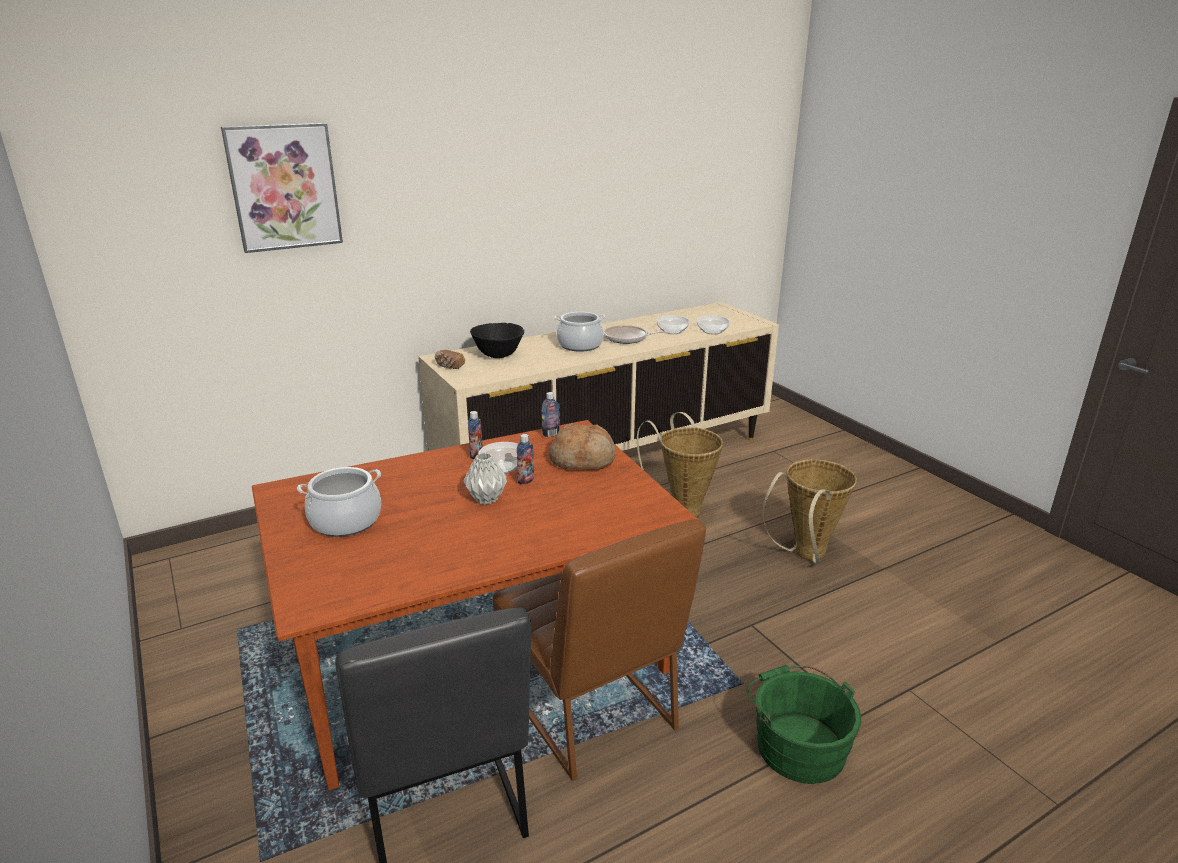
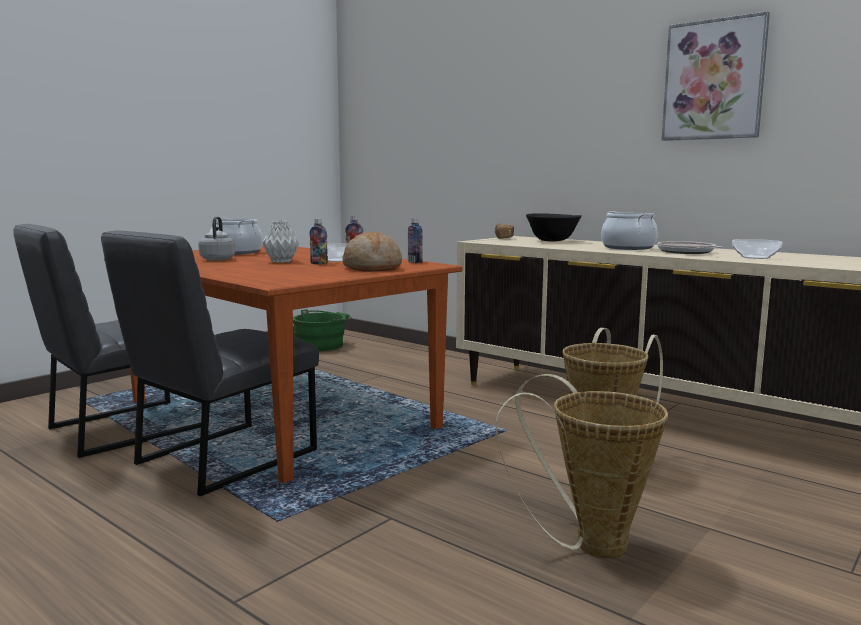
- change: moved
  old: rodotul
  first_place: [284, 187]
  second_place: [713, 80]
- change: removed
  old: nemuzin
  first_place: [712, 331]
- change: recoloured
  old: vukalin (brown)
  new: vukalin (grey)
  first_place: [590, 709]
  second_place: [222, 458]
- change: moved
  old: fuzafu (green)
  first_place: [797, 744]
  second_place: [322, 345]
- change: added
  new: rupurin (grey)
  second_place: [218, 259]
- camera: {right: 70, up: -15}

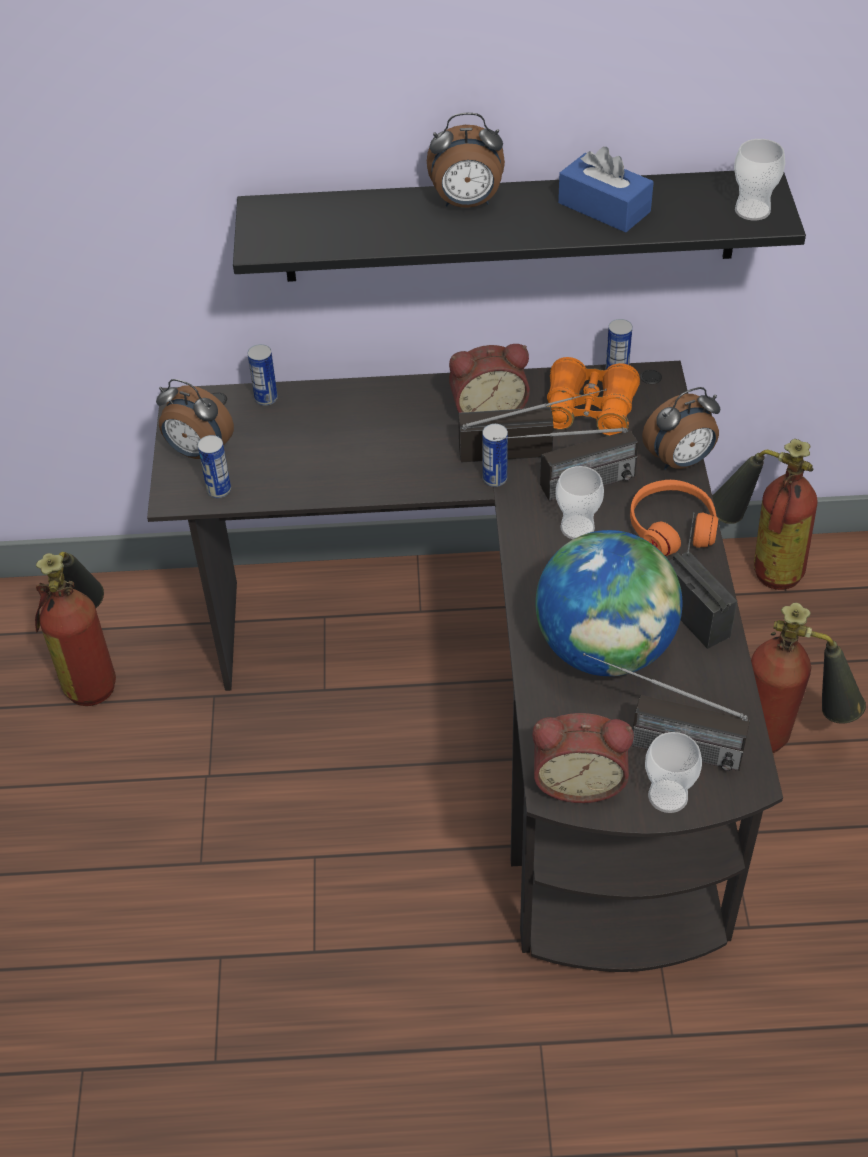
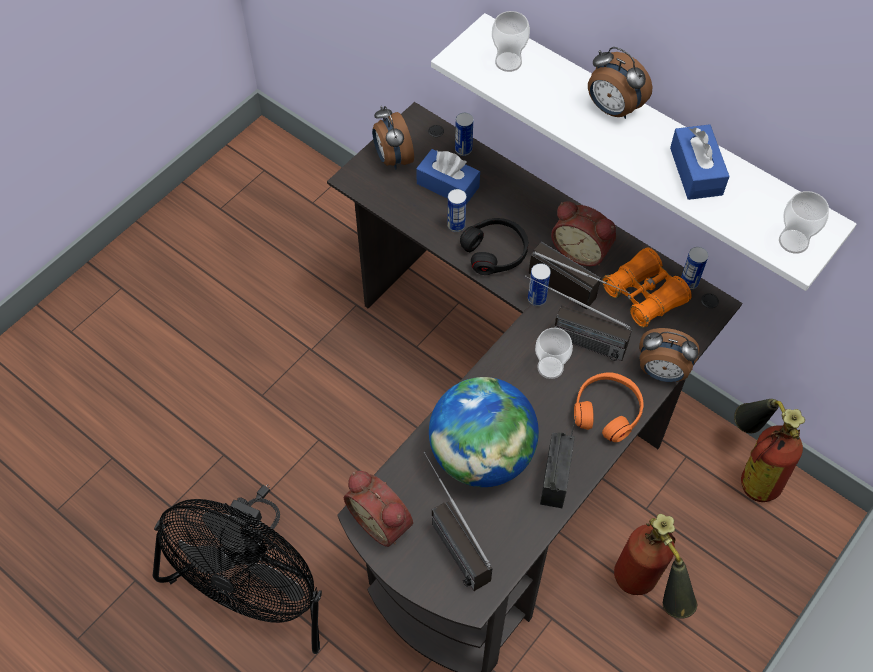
- change: recoloured
  old: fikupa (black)
  new: fikupa (white)
  first_place: [510, 225]
  second_place: [652, 139]
- change: moved
  old: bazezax
  first_place: [219, 490]
  second_place: [456, 225]
- change: removed
  old: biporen
  first_place: [93, 670]
- change: moved
  old: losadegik
  first_place: [668, 796]
  second_place: [508, 62]
- change: added
  new: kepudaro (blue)
  second_place: [448, 185]
- change: added
  new: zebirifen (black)
  second_place: [495, 251]
- change: added
  new: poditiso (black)
  second_place: [254, 580]
- camera: {right: 40, up: 10}

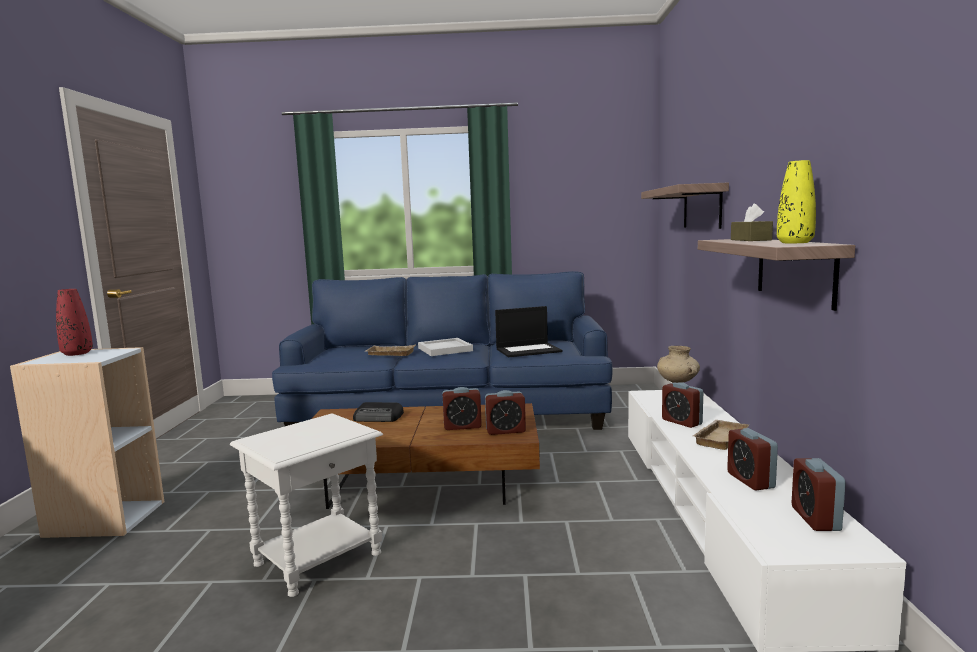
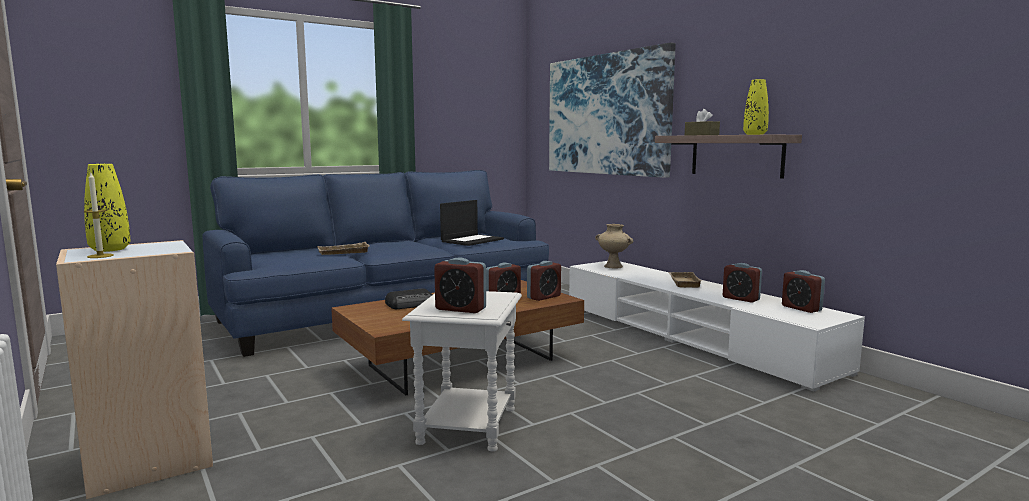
- change: replaced
  old: fikupa
  new: rodotul
  first_place: [702, 207]
  second_place: [606, 114]
- change: recoloured
  old: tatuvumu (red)
  new: tatuvumu (yellow)
  first_place: [77, 353]
  second_place: [110, 249]
- change: removed
  old: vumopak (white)
  first_place: [444, 349]
- change: moved
  old: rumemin
  first_place: [681, 422]
  second_place: [460, 309]
- change: added
  new: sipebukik
  second_place: [100, 256]
- camera: {right: -35, up: 0}

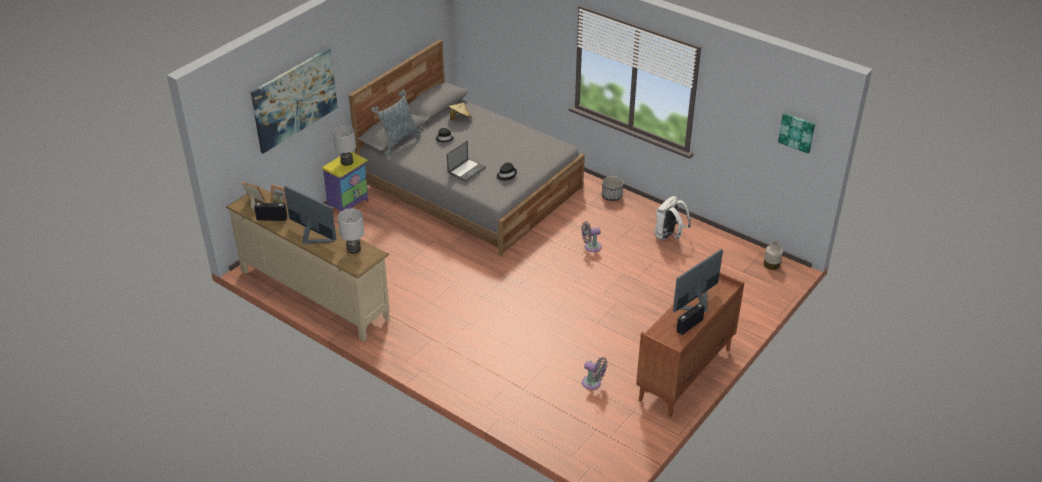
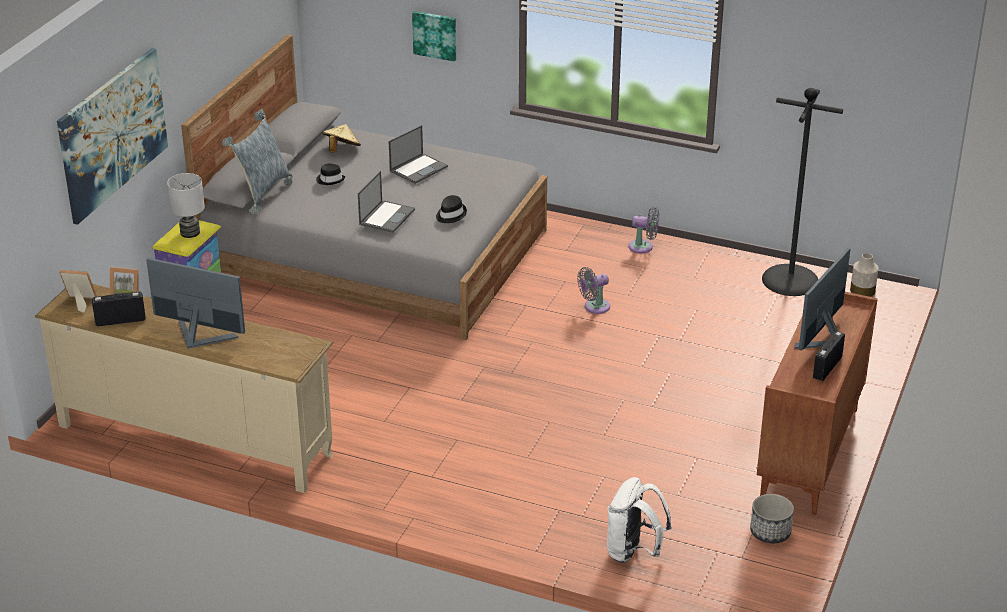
- change: moved
  old: rodotul
  first_place: [797, 132]
  second_place: [435, 35]
- change: moved
  old: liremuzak
  first_place: [612, 196]
  second_place: [770, 532]
- change: moved
  old: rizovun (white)
  first_place: [669, 236]
  second_place: [633, 552]
- change: removed
  old: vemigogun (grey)
  first_place: [354, 249]
- change: moved
  old: poditiso (grey)
  first_place: [593, 383]
  second_place: [643, 247]
- change: added
  new: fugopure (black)
  second_place: [790, 280]
- change: added
  new: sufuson
  second_place: [419, 169]
- camera: {right: -15, up: -5}

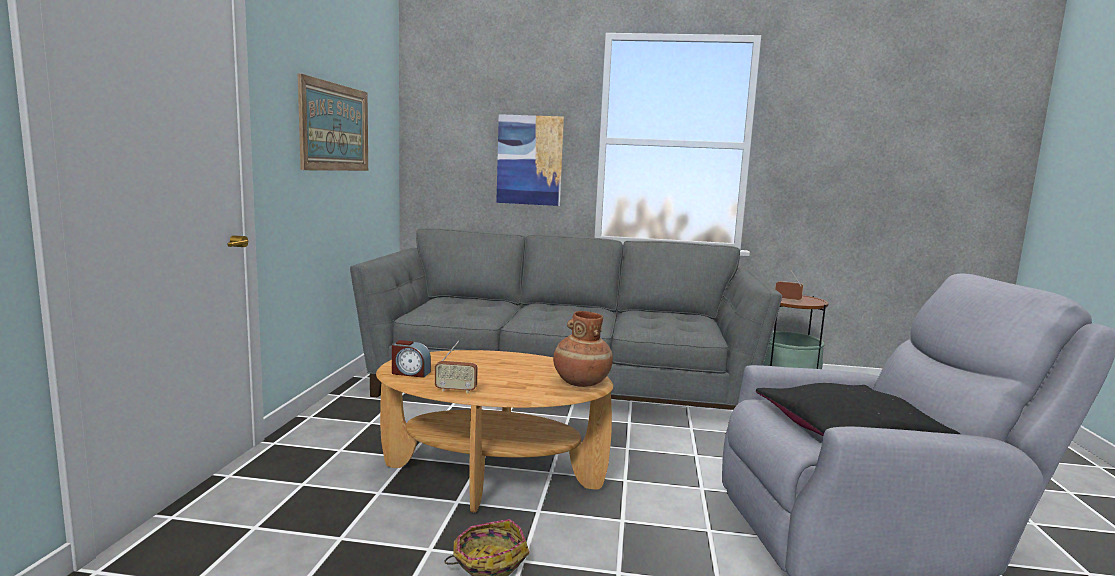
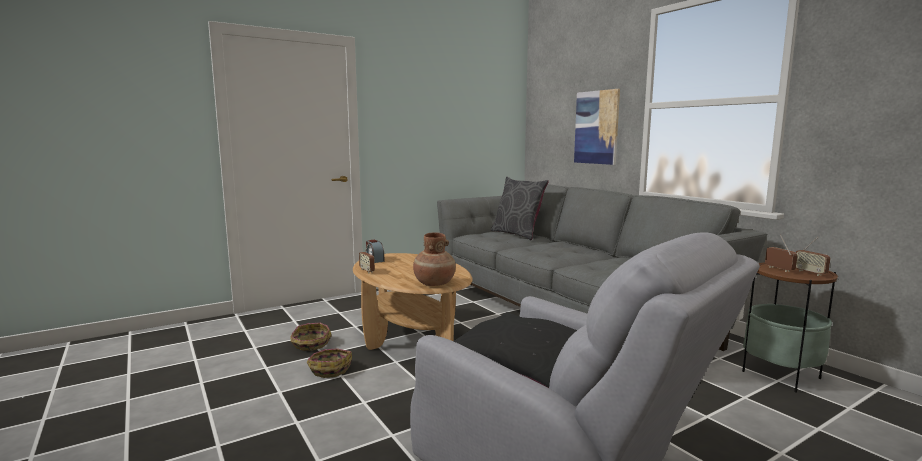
- change: removed
  old: rodotul
  first_place: [335, 127]
- change: added
  new: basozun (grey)
  second_place: [517, 234]
- change: added
  new: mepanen
  second_place: [810, 273]
- change: added
  new: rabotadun
  second_place: [311, 344]
- camera: {right: 50, up: 0}

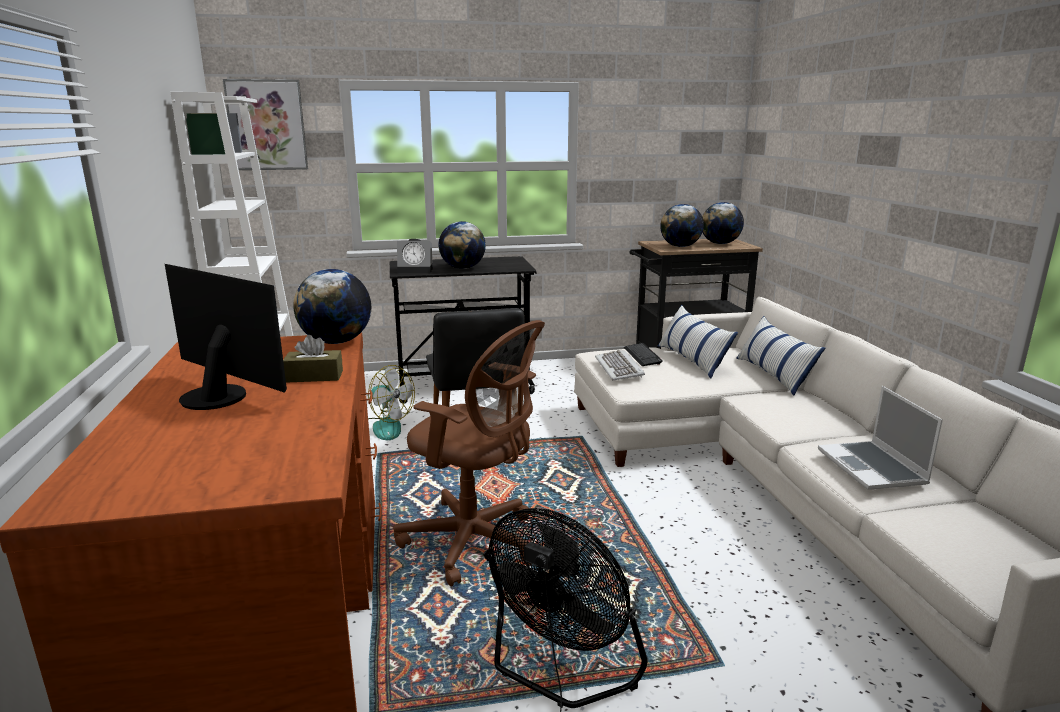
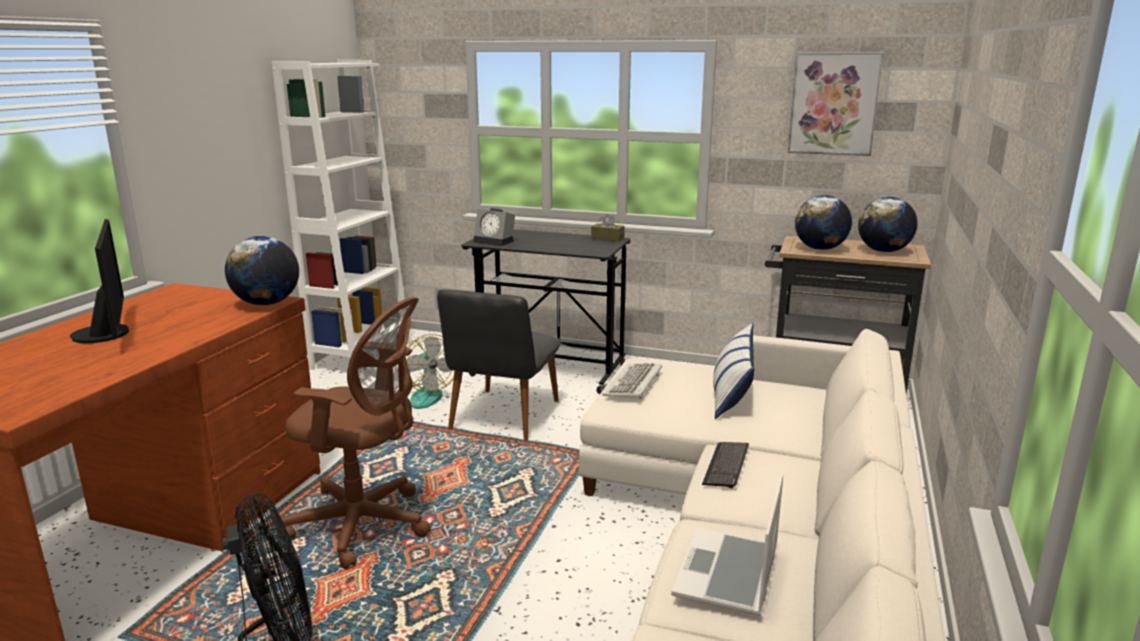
- change: moved
  old: rodotul
  first_place: [267, 125]
  second_place: [834, 104]
- change: removed
  old: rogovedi
  first_place: [463, 268]
- change: removed
  old: basozun
  first_place: [773, 375]
- change: turned
  old: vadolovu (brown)
  first_place: [475, 543]
  second_place: [364, 525]
  degrees: -45
- change: moved
  old: kepudaro (brown)
  first_place: [314, 376]
  second_place: [607, 238]
- change: moved
  old: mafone
  first_place: [642, 356]
  second_place: [726, 465]
- camera: {right: 30, up: 0}

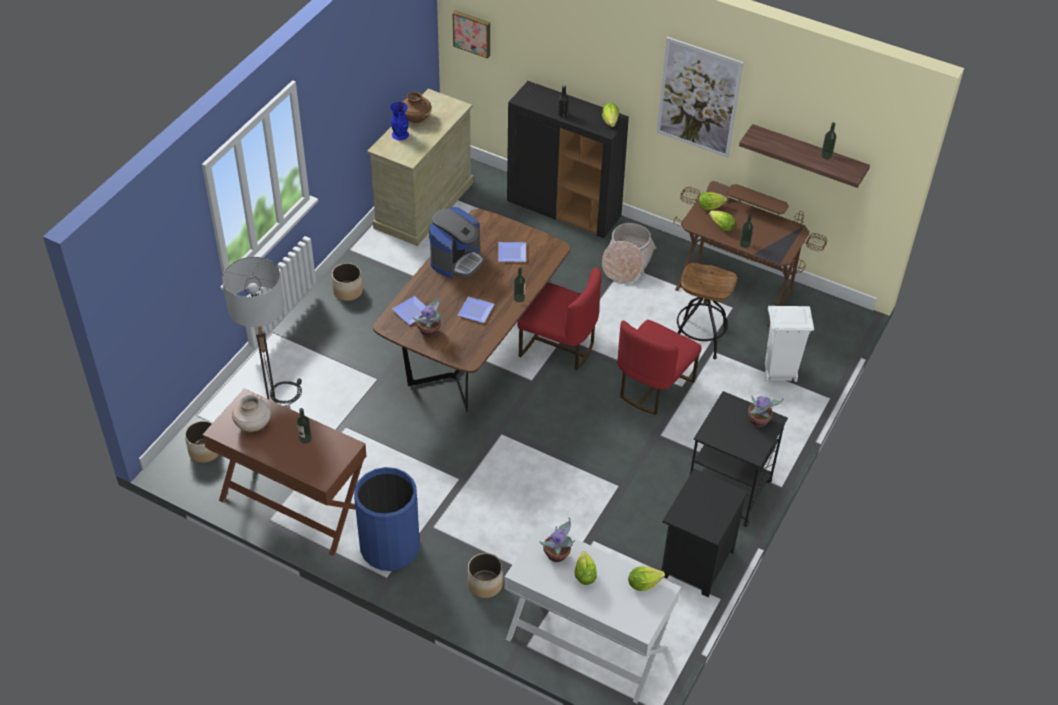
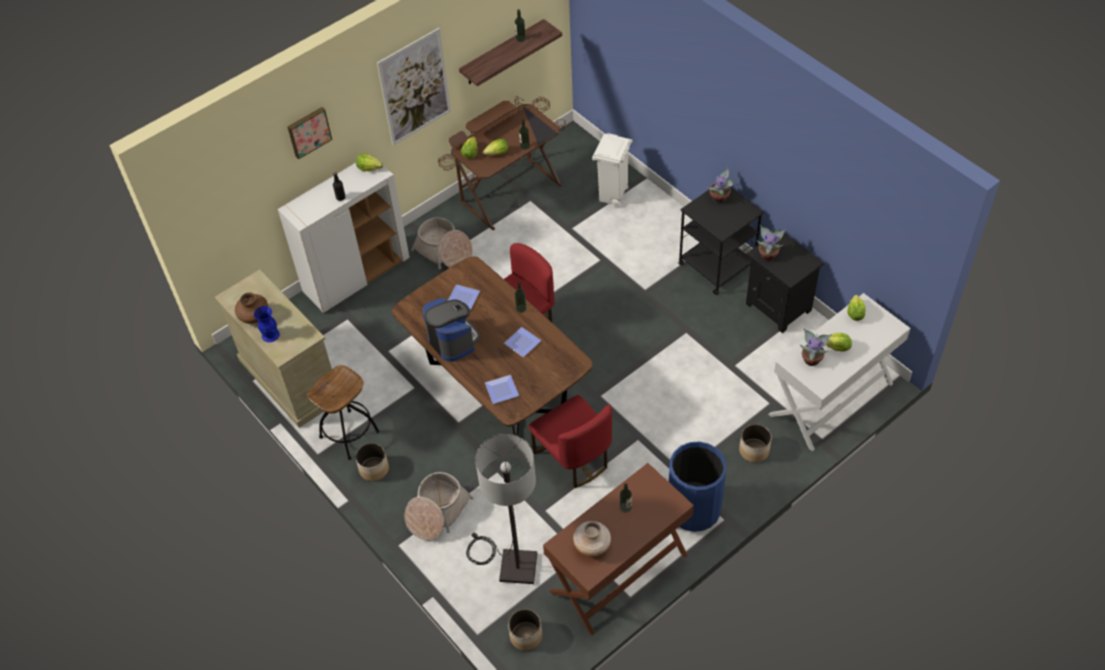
- change: moved
  old: rodotul
  first_place: [472, 33]
  second_place: [308, 131]
- change: recoloured
  old: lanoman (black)
  new: lanoman (white)
  first_place: [564, 210]
  second_place: [357, 275]
- change: moved
  old: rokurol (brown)
  first_place: [699, 338]
  second_place: [349, 434]
- change: moved
  old: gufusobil
  first_place: [430, 331]
  second_place: [768, 254]
- change: moved
  old: vukalin (red)
  first_place: [653, 387]
  second_place: [573, 458]
- change: added
  new: rabotadun
  second_place: [437, 512]
- camera: {right: -65, up: 5}

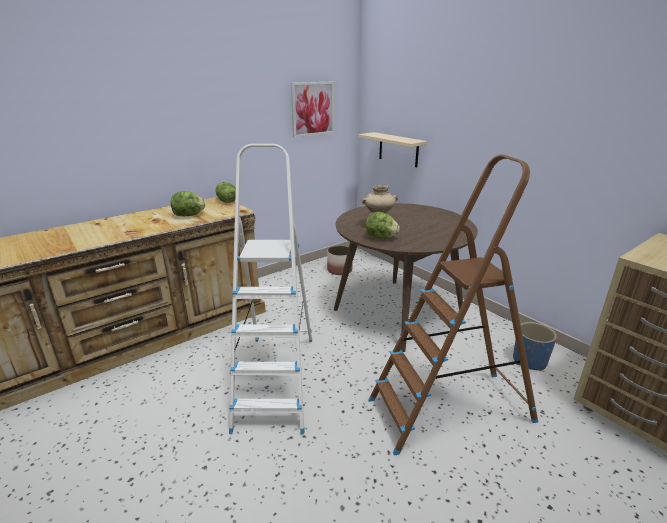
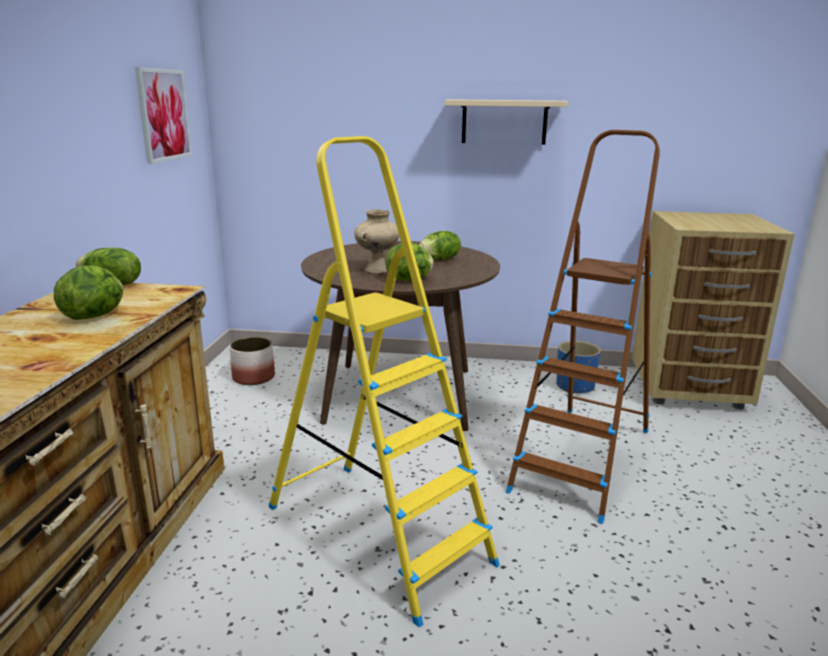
- change: moved
  old: fikupa (beige)
  first_place: [398, 149]
  second_place: [504, 122]
- change: recoloured
  old: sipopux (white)
  new: sipopux (yellow)
  first_place: [276, 380]
  second_place: [378, 534]
- change: added
  new: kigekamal
  second_place: [439, 260]
- camera: {right: -45, up: -5}

